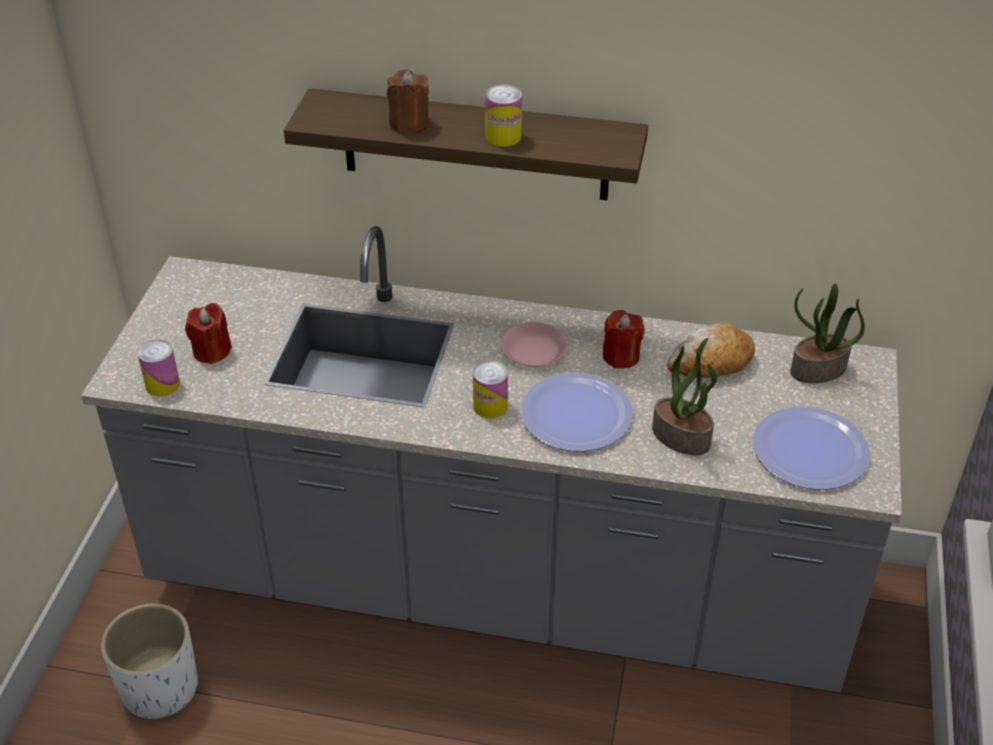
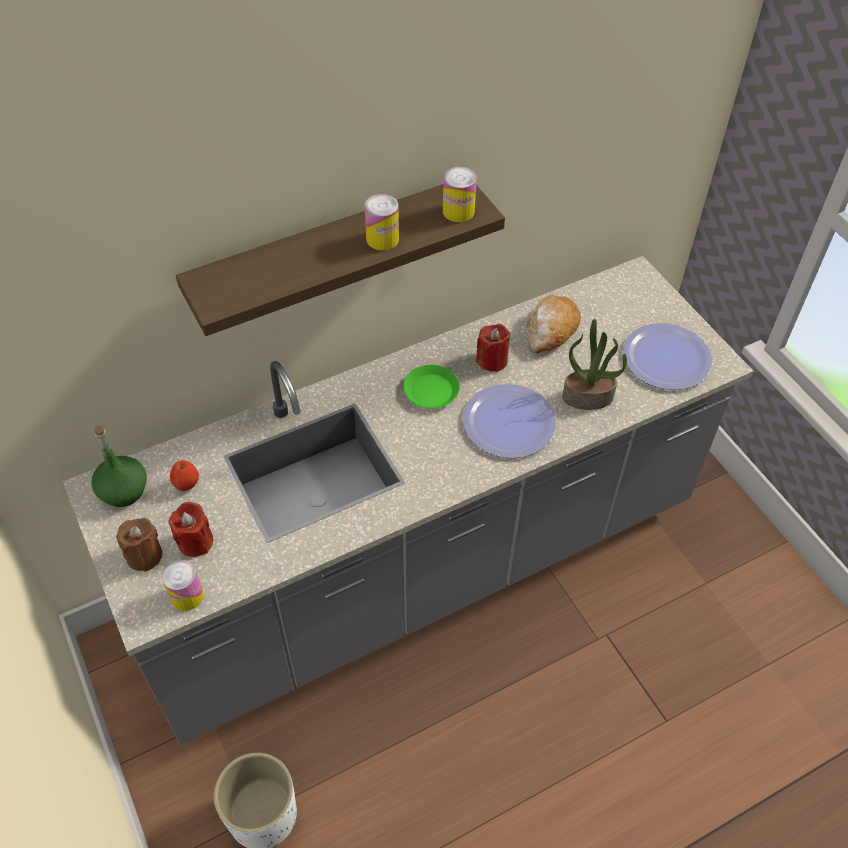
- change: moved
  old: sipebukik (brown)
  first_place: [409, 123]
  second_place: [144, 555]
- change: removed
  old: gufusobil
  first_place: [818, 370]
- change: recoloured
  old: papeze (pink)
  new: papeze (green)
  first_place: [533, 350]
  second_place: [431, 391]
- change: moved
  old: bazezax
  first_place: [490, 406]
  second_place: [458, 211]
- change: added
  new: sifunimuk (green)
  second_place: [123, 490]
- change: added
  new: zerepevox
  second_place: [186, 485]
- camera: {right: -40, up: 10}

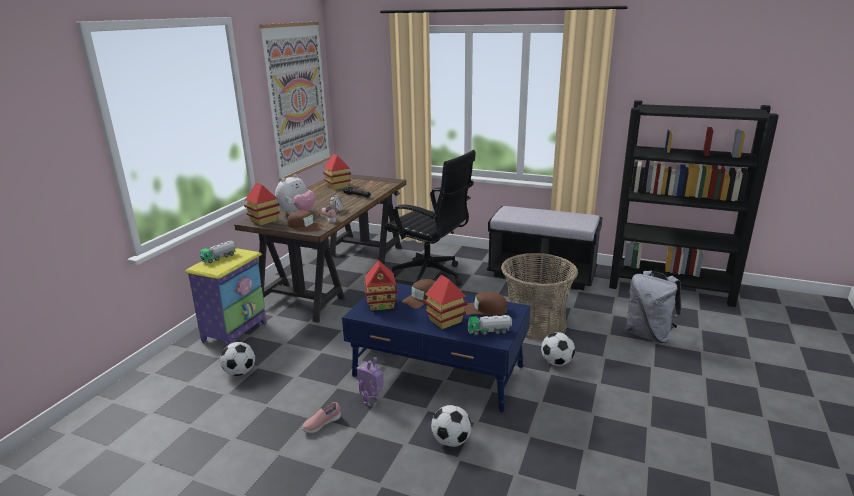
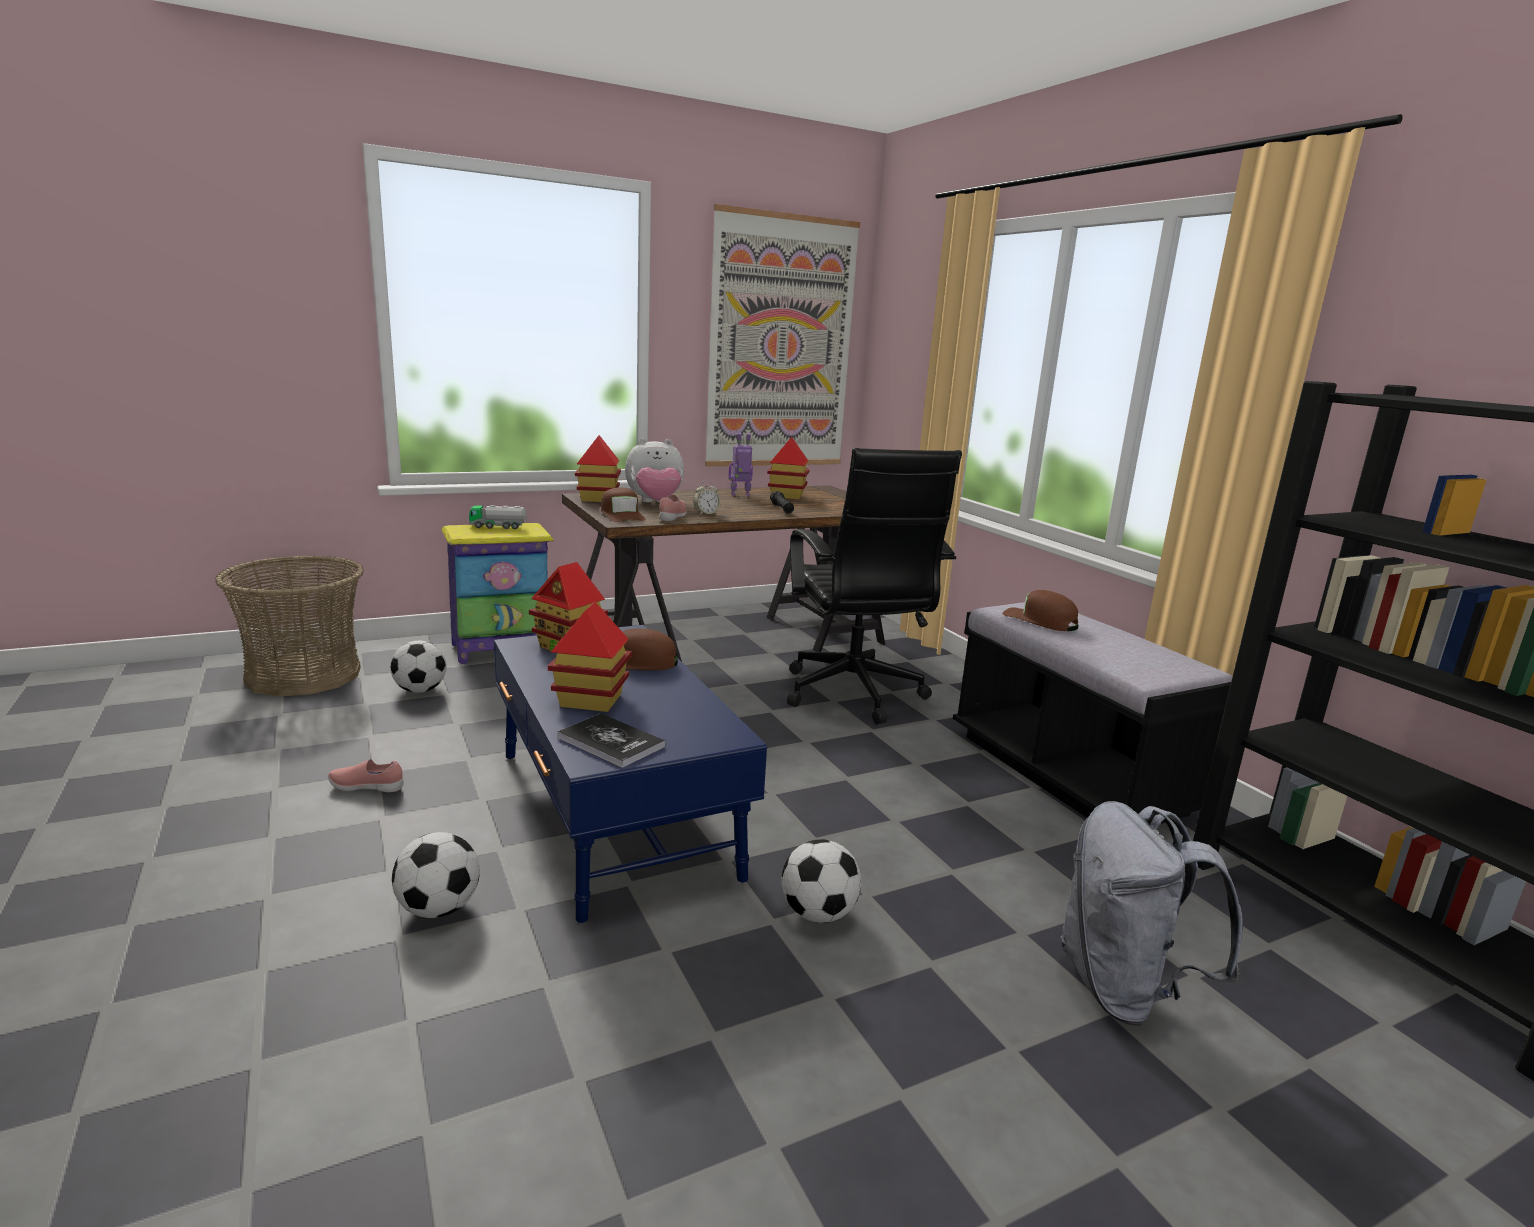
- change: moved
  old: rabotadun
  first_place: [535, 323]
  second_place: [304, 675]
- change: moved
  old: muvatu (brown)
  first_place: [485, 310]
  second_place: [1040, 621]
- change: replaced
  old: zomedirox
  new: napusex
  first_place: [489, 331]
  second_place: [611, 742]
- change: moved
  old: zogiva
  first_place: [372, 401]
  second_place: [740, 495]
- camera: {right: 40, up: -5}

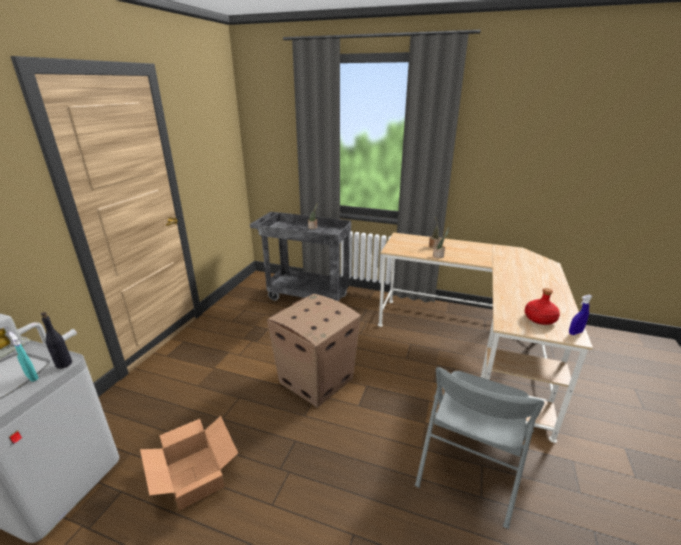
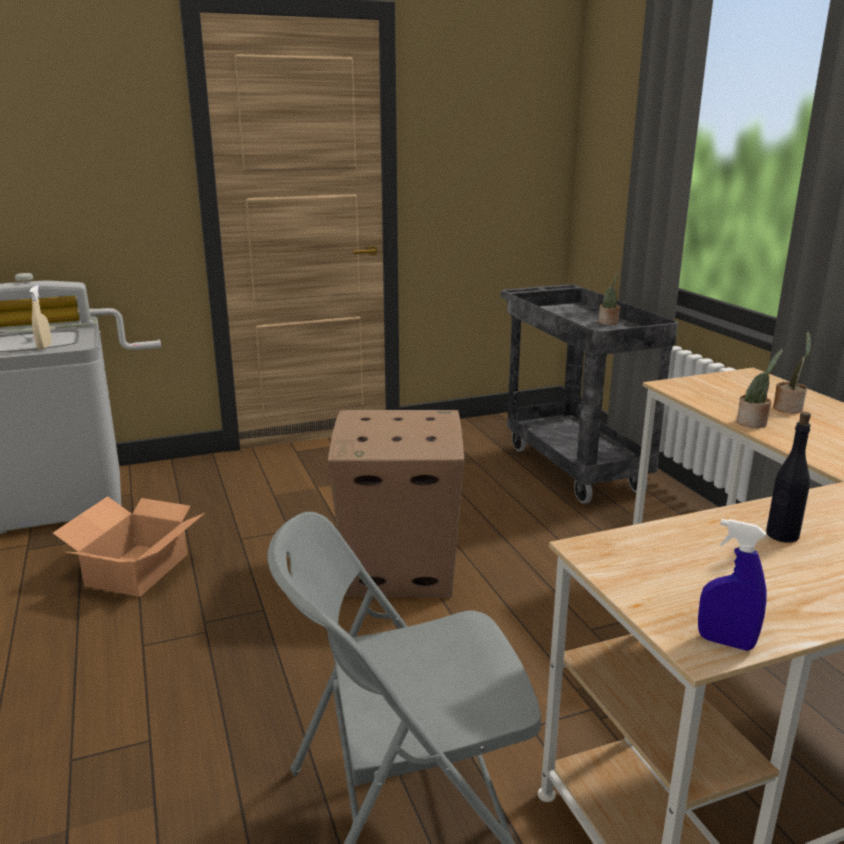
- change: removed
  old: sifunimuk (red)
  first_place: [540, 319]
- change: moved
  old: sifunimuk (black)
  first_place: [63, 364]
  second_place: [781, 535]
- change: recoloured
  old: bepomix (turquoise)
  new: bepomix (beige)
  first_place: [32, 377]
  second_place: [44, 347]
- camera: {right: 50, up: -5}

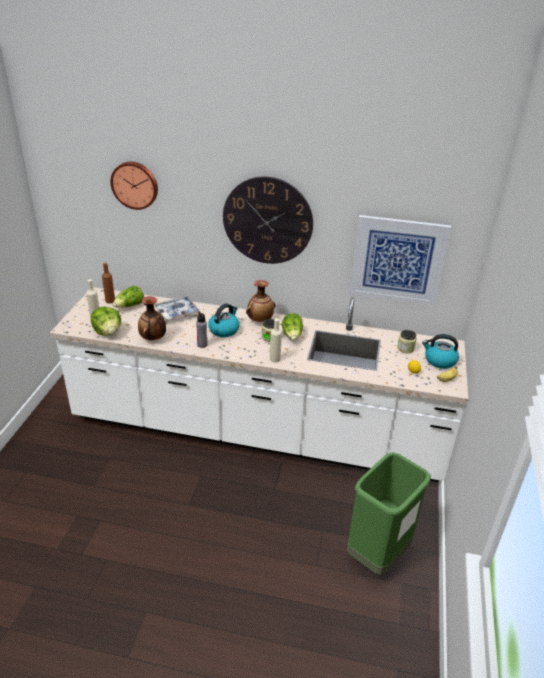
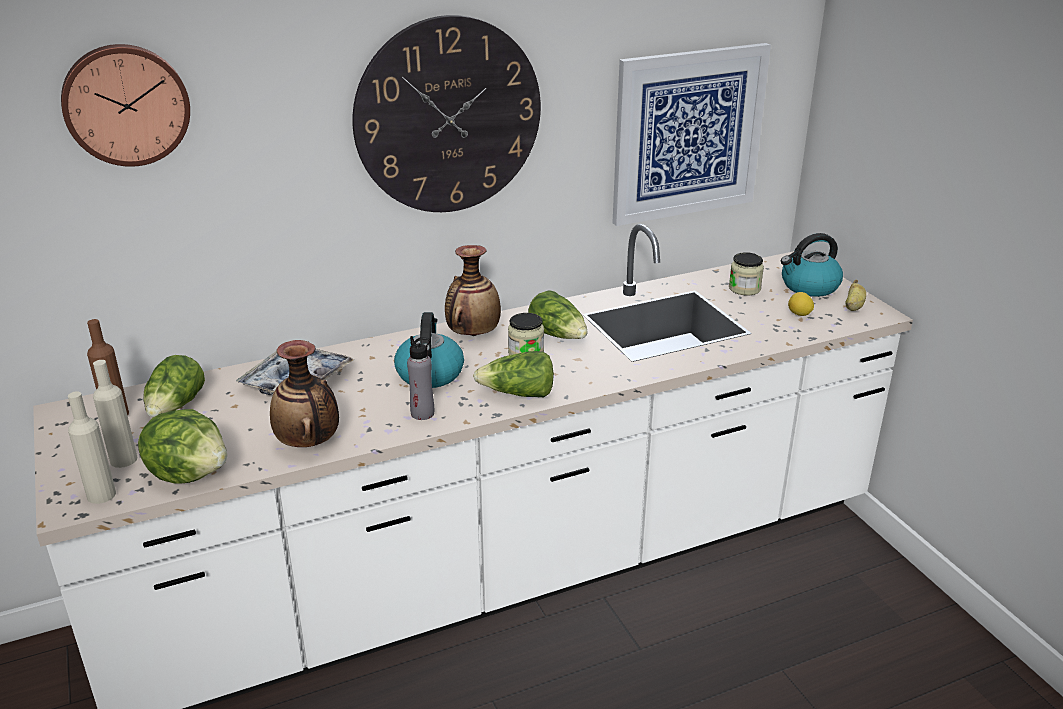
- change: moved
  old: sifunimuk (beige)
  first_place: [275, 359]
  second_place: [101, 495]
- change: removed
  old: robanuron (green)
  first_place: [378, 555]
- change: added
  new: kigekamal
  second_place: [518, 394]
- camera: {right: -35, up: -5}

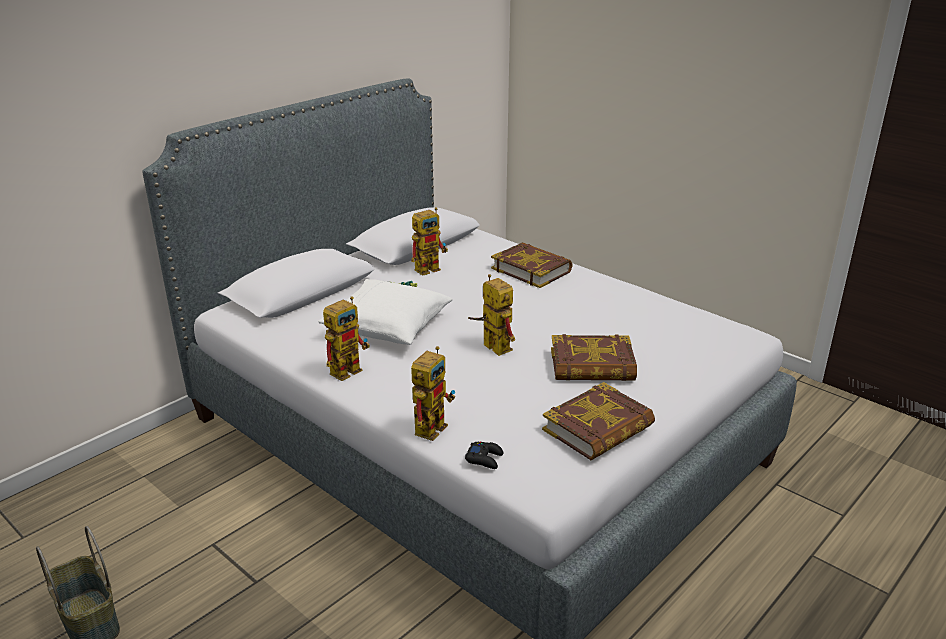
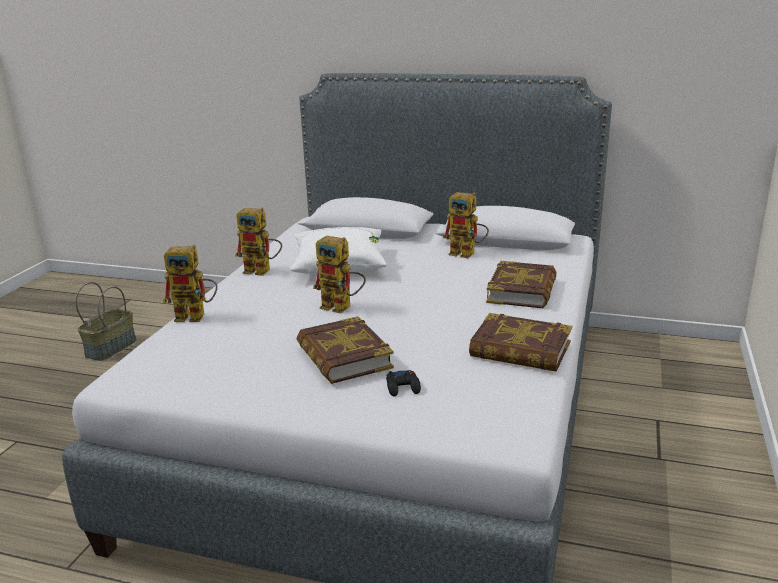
- change: turned
  old: zogiva
  first_place: [491, 346]
  second_place: [342, 307]
  degrees: 90
- change: moved
  old: napusex
  first_place: [598, 428]
  second_place: [520, 350]
- change: moved
  old: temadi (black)
  first_place: [484, 458]
  second_place: [403, 387]
- camera: {right: 65, up: -5}

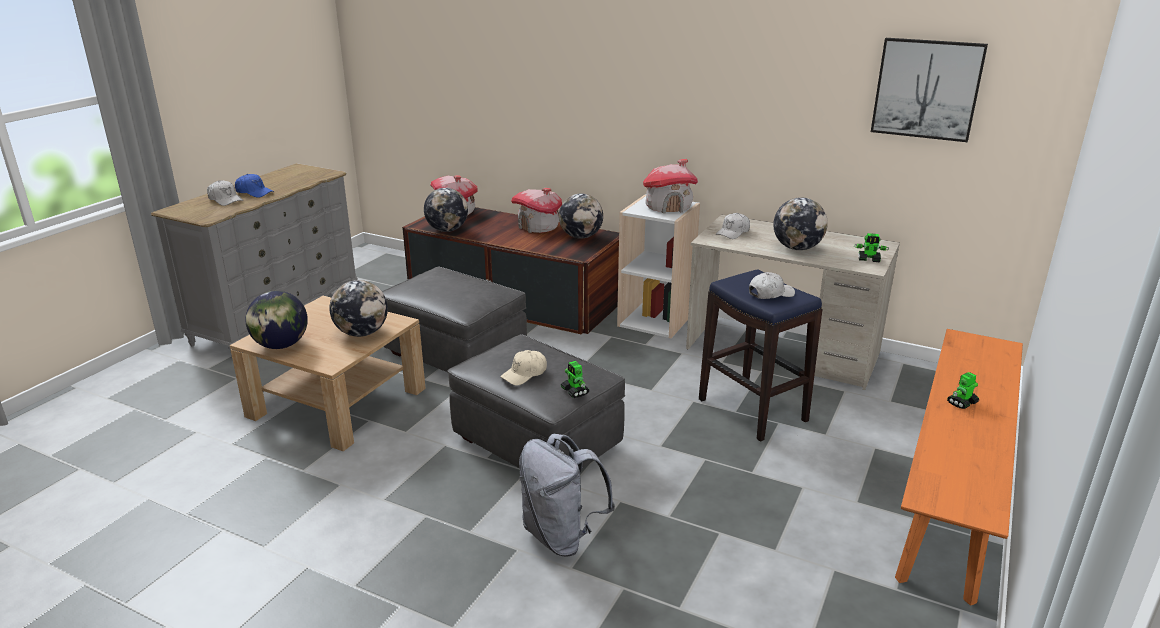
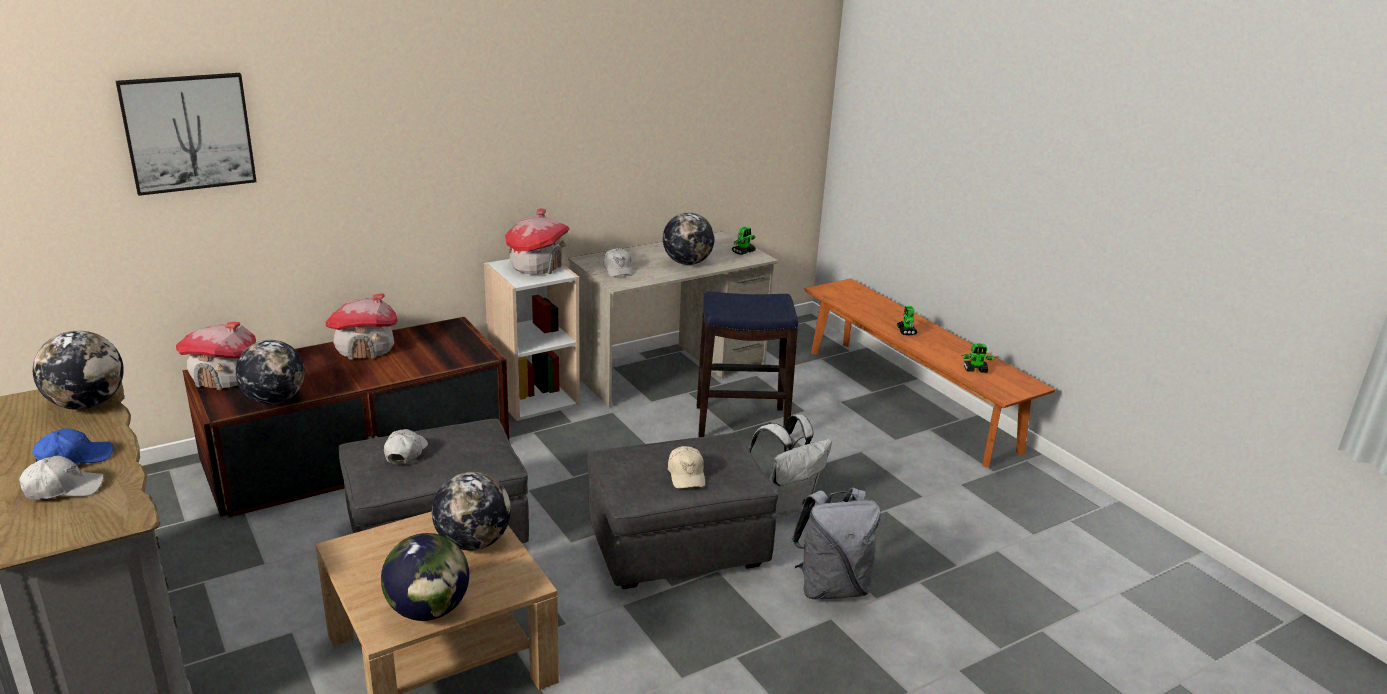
- change: moved
  old: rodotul
  first_place: [927, 89]
  second_place: [188, 132]
- change: moved
  old: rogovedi
  first_place: [581, 237]
  second_place: [87, 404]
- change: moved
  old: muvatu (white)
  first_place: [770, 294]
  second_place: [405, 452]
- change: moved
  old: zogiva
  first_place: [575, 391]
  second_place: [975, 369]
- change: added
  new: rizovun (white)
  second_place: [786, 503]
- camera: {right: -60, up: 0}

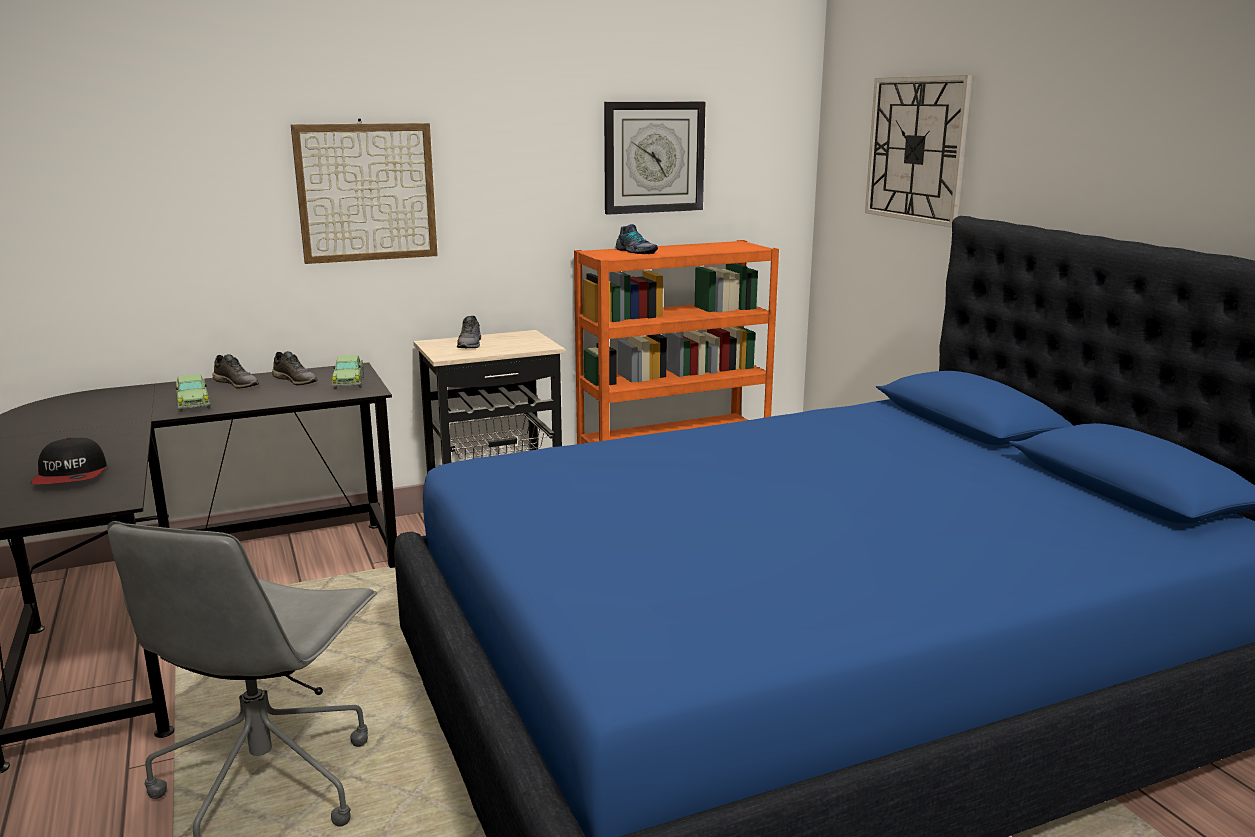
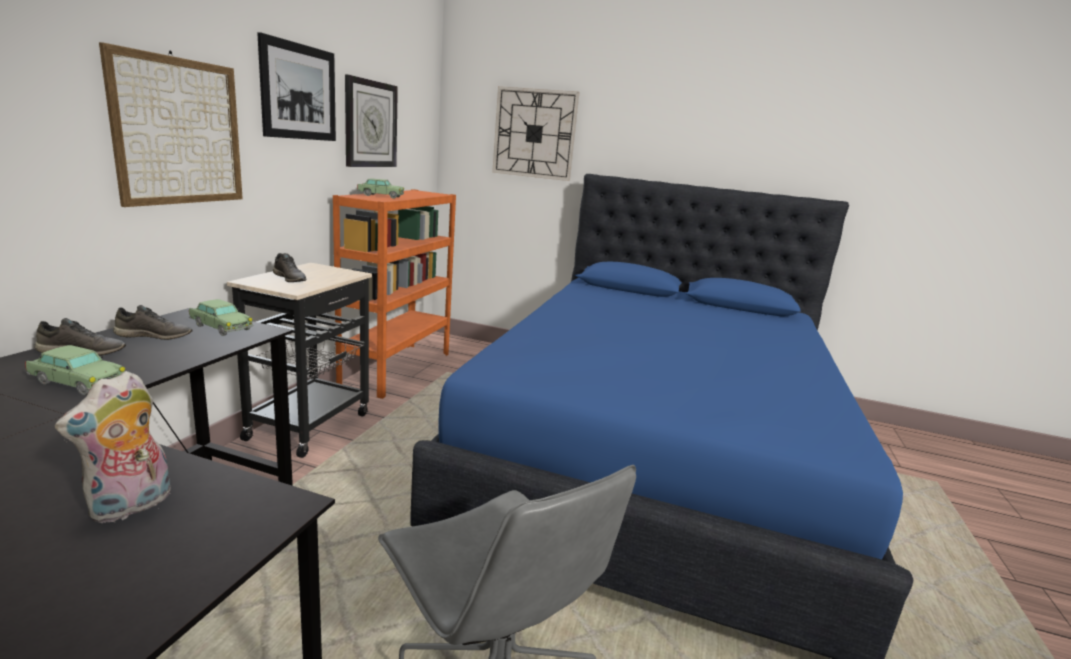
- change: replaced
  old: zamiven
  new: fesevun
  first_place: [635, 251]
  second_place: [381, 196]
- change: replaced
  old: muvatu
  new: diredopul
  first_place: [72, 476]
  second_place: [131, 507]
- change: added
  new: rodotul
  second_place: [299, 92]
- camera: {right: -50, up: 0}

